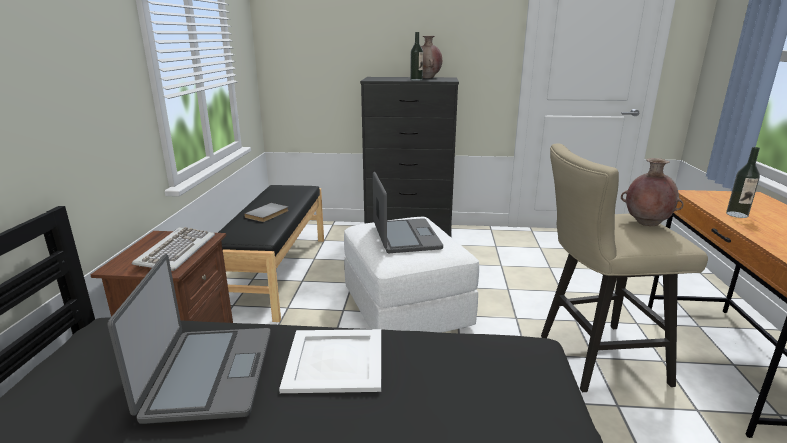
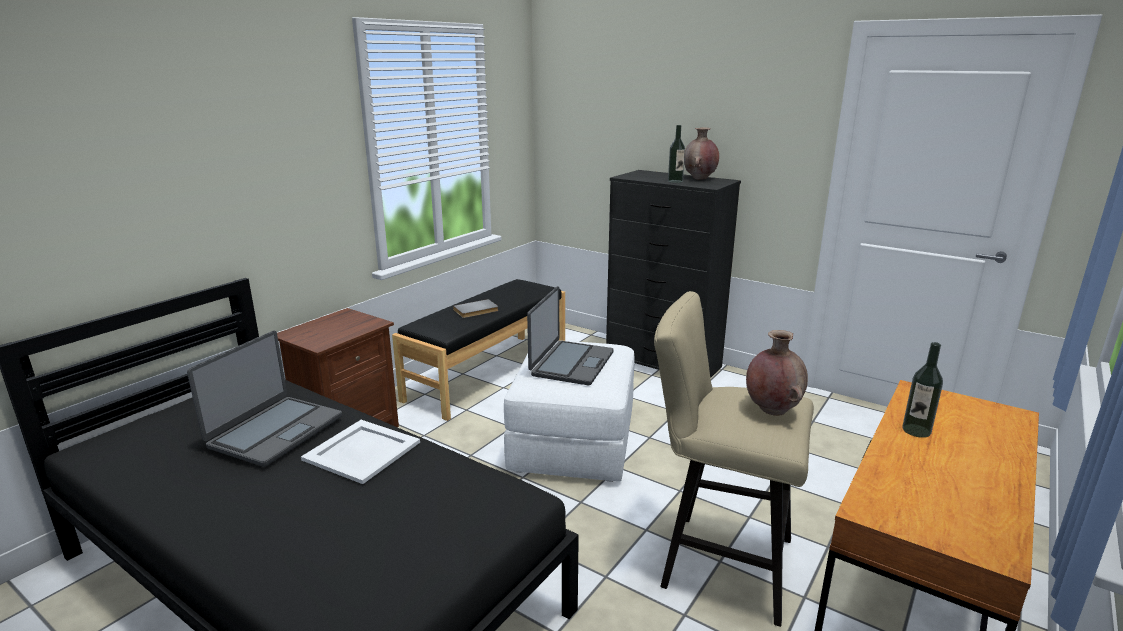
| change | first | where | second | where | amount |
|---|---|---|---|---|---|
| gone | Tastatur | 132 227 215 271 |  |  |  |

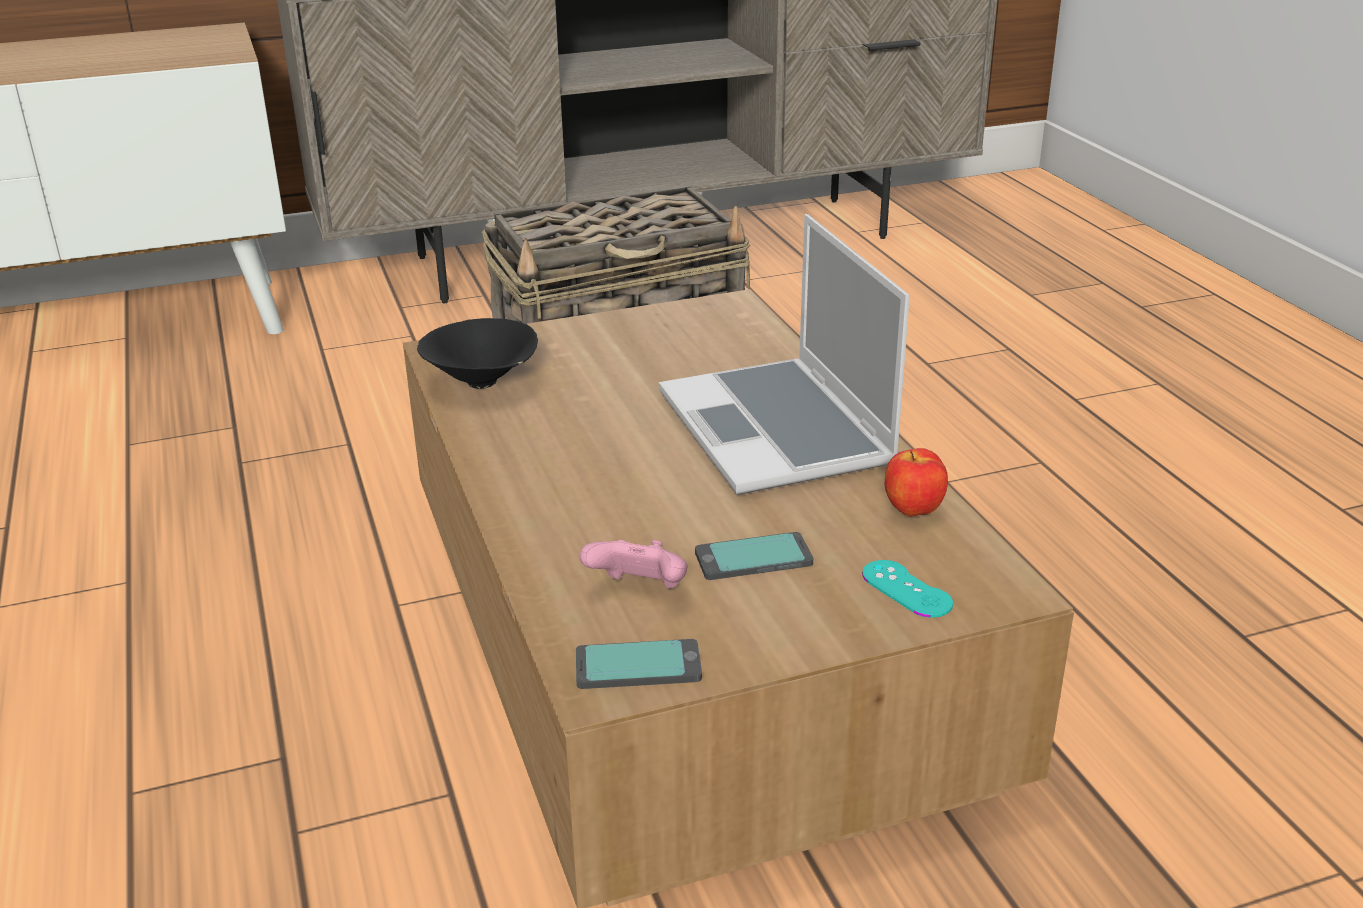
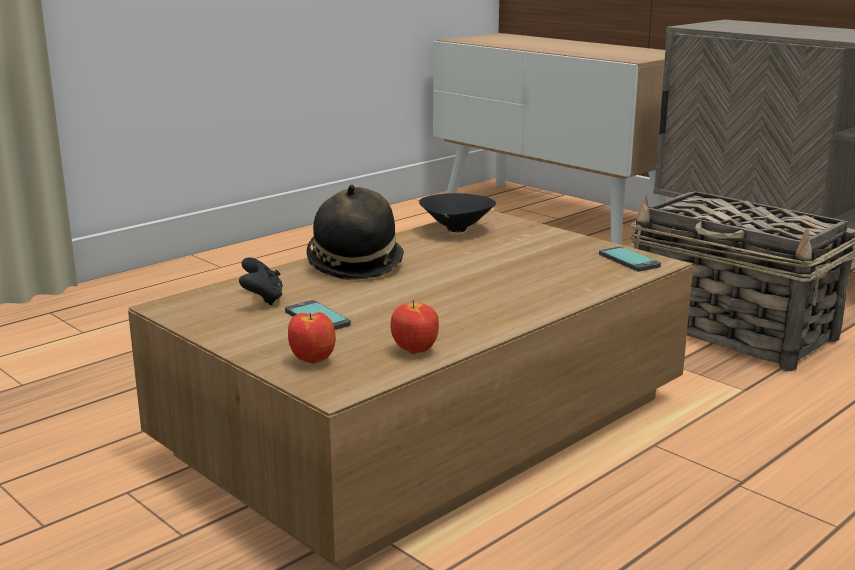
| change | first | where | second | where | amount |
|---|---|---|---|---|---|
| repainted | Gamepad (rosa) | 580 540 687 588 | Gamepad (schwarz) | 239 257 283 305 |  |
| swapped | Gamepad (türkis) | 862 560 953 618 | Apfel | 288 312 336 364 |  |
| new |  |  | Hut | 306 185 404 280 |  |
| shifted | Handy | 576 639 702 689 |  | 599 246 661 272 |  |
| gone | Laptop | 659 214 910 495 |  |  |  |

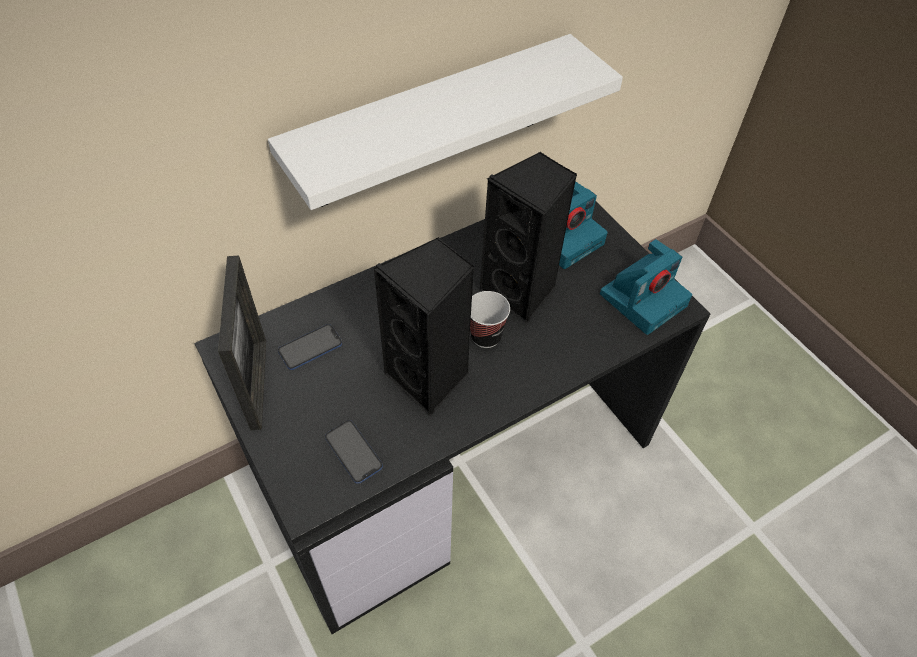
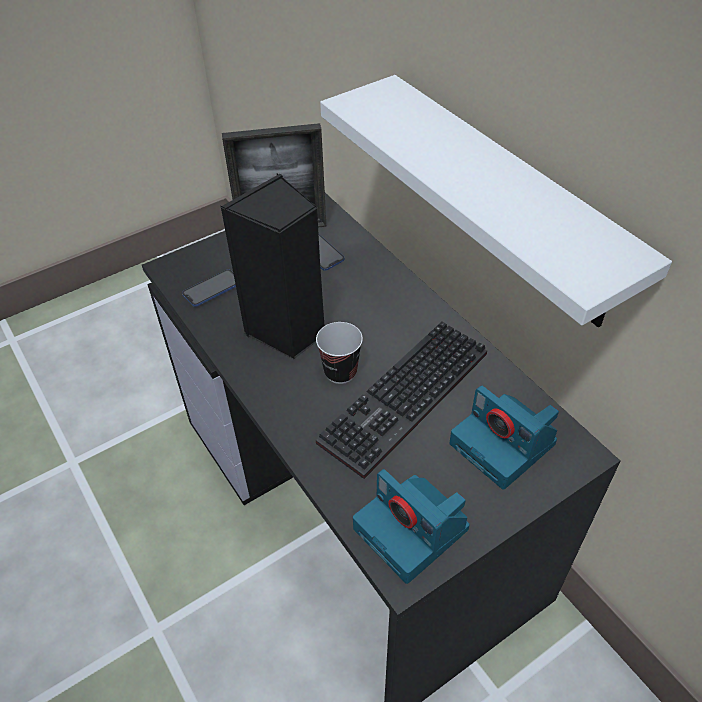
| change | first | where | second | where | amount |
|---|---|---|---|---|---|
| swapped | Lautsprecher (schwarz) | 479 152 577 324 | Tastatur | 316 322 487 479 |  |

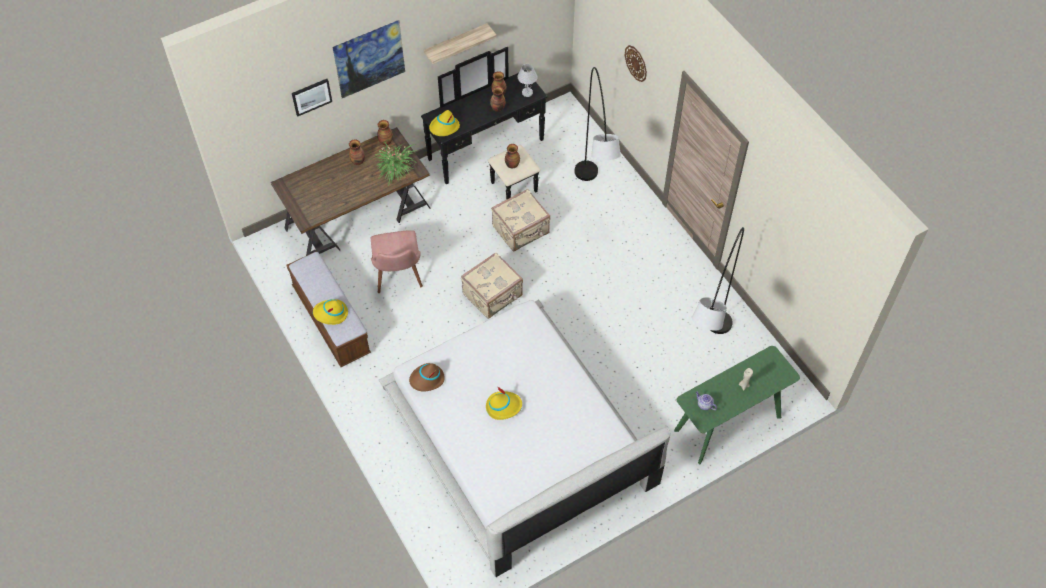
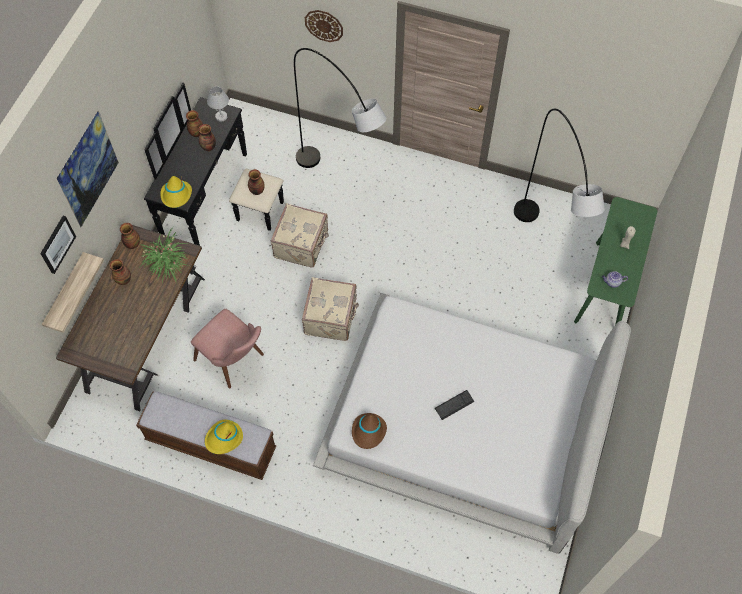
| change | first | where | second | where | amount |
|---|---|---|---|---|---|
| shifted | Wandregal | 424 23 497 64 |  | 42 252 104 333 |  |
| swapped | Hut (gelb) | 486 386 522 420 | Tastatur | 435 390 474 420 |  |

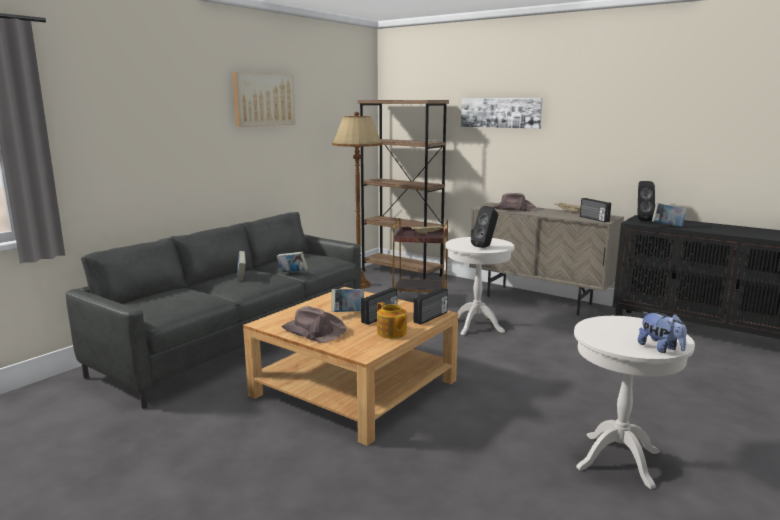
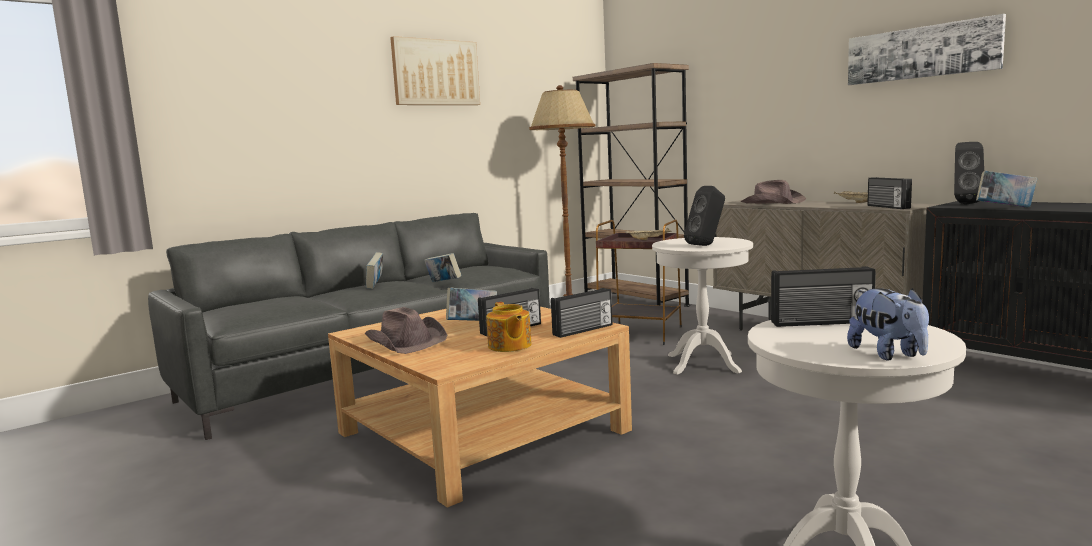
| change | first | where | second | where | amount |
|---|---|---|---|---|---|
| new |  |  | Radio | 771 266 876 327 |  |
| shifted | Bild | 461 98 543 129 |  | 848 14 1006 85 |  |

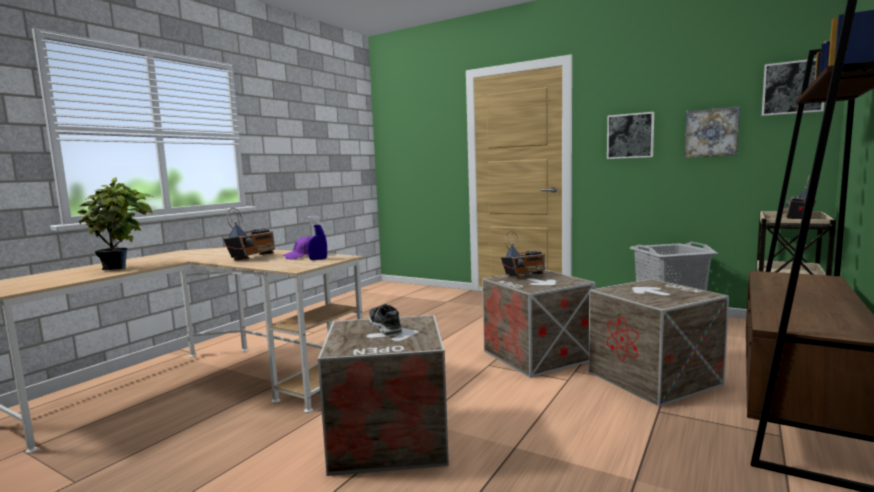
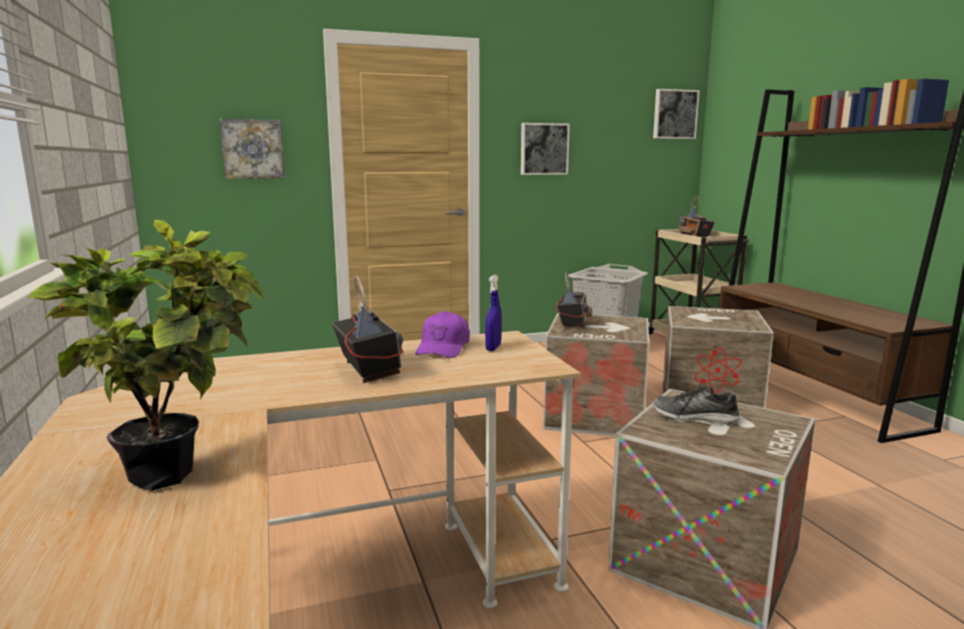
| change | first | where | second | where | amount |
|---|---|---|---|---|---|
| shifted | Bild | 684 106 740 158 |  | 219 119 285 179 |  |

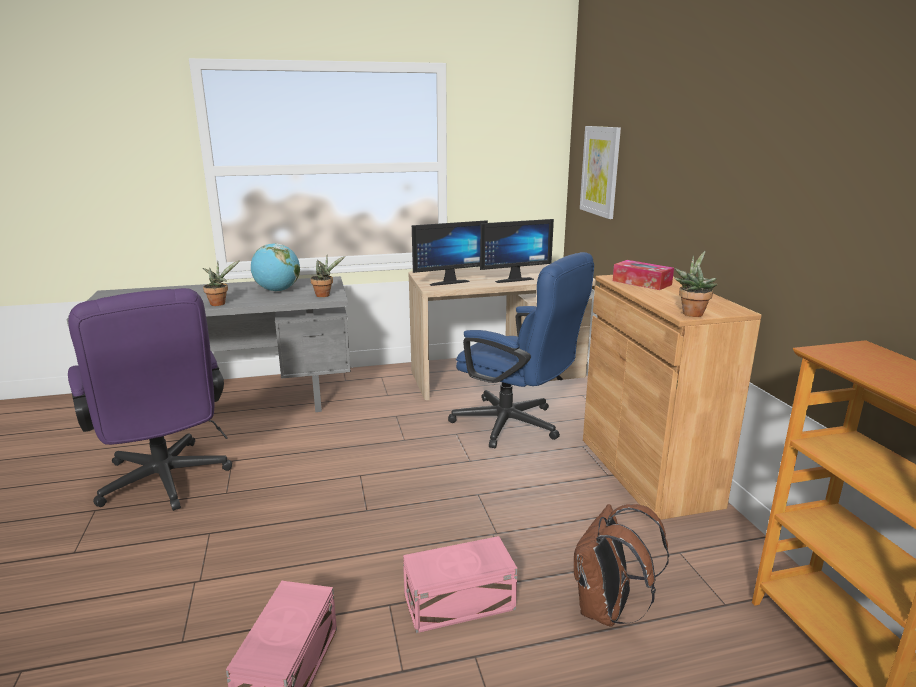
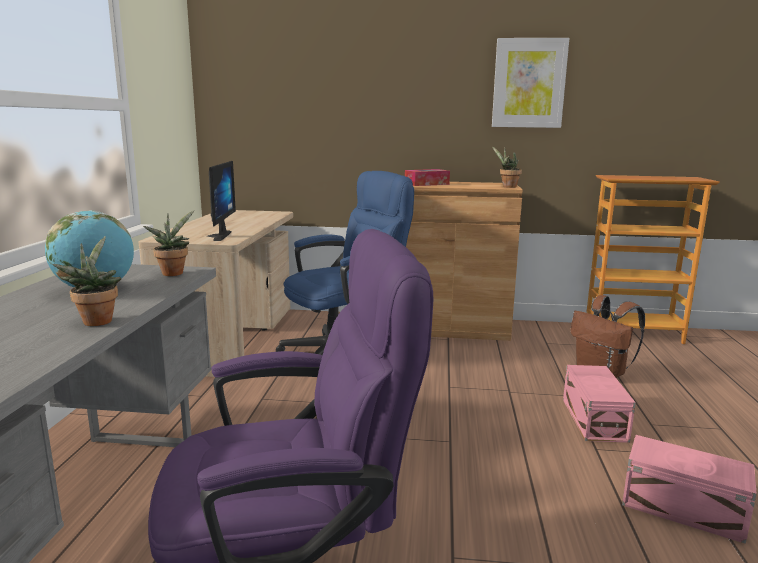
| change | first | where | second | where | amount |
|---|---|---|---|---|---|
| shifted | Bild | 580 126 621 219 |  | 492 38 569 128 |  |
| gone | Monitor | 480 219 554 283 |  |  |  |

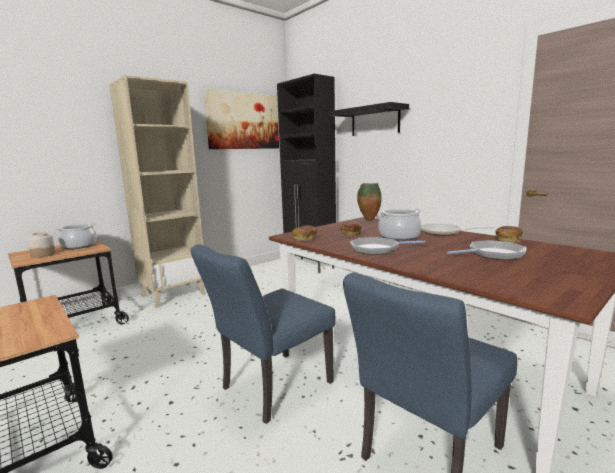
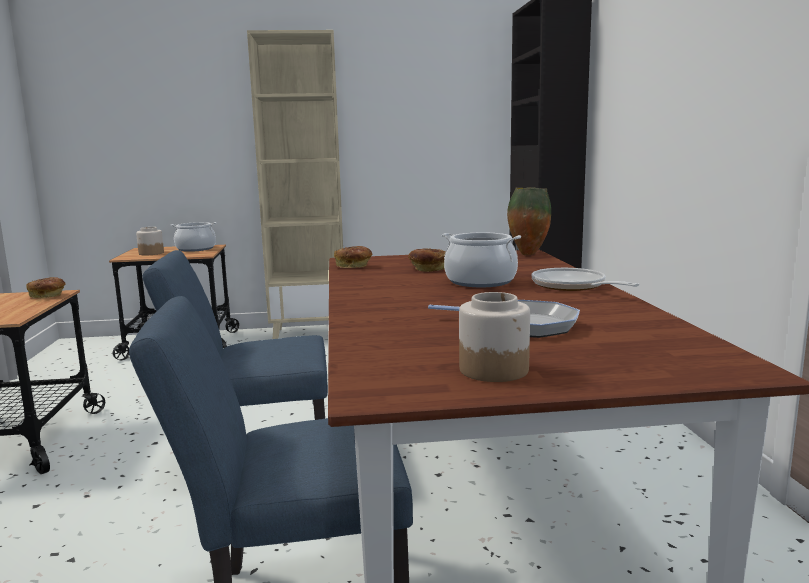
| change | first | where | second | where | amount |
|---|---|---|---|---|---|
| shifted | Brot | 495 226 522 242 |  | 26 277 66 298 |  |
| new |  |  | Vorratsglas | 459 292 530 382 |  |
| gone | Bild | 204 89 279 149 |  |  |  |
| gone | Wandregal (schwarz) | 328 102 409 136 |  |  |  |
| gone | Pfanne | 350 237 425 255 |  |  |  |

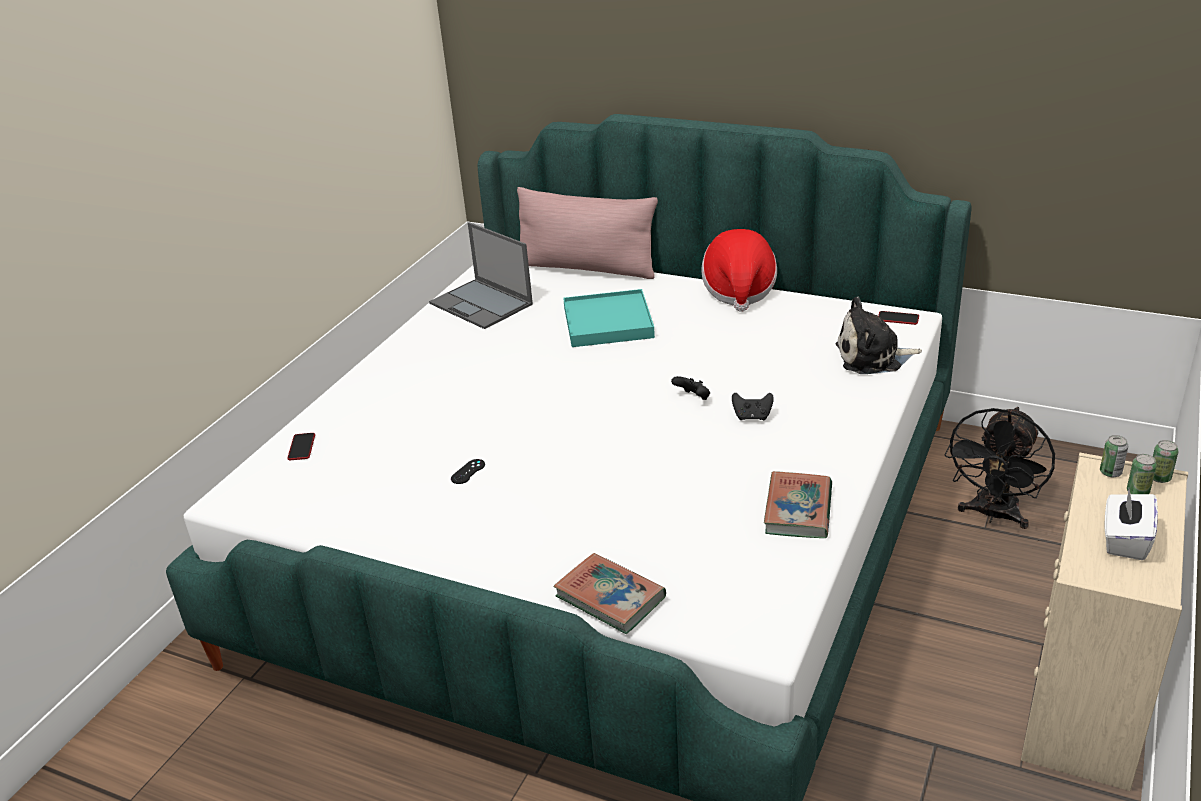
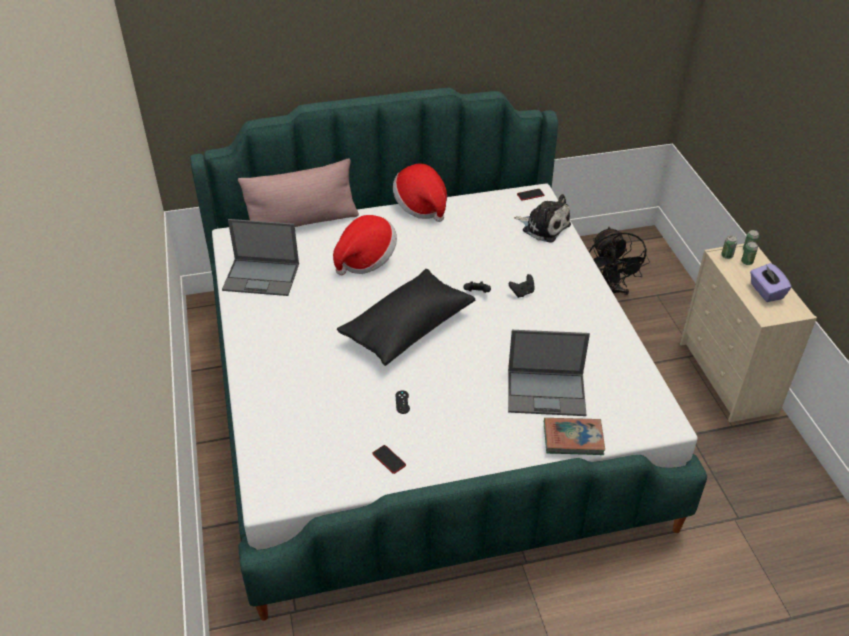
| change | first | where | second | where | amount |
|---|---|---|---|---|---|
| swapped | Tablett (türkis) | 563 289 655 347 | Hut | 333 215 397 275 |  |
| new |  |  | Kissen (schwarz) | 337 269 475 366 |  |
| shifted | Handy | 287 433 315 460 |  | 372 445 406 474 |  |
| new |  |  | Laptop | 508 330 590 416 |  |
| rotated | Plüschtier | 836 297 922 374 |  | 514 194 571 243 | 105 degrees counterclockwise |
| repainted | Taschentuchbox (weiß) | 1105 489 1158 560 | Taschentuchbox (lila) | 750 263 792 302 |  |
| gone | Buch | 764 471 832 538 |  |  |  |

